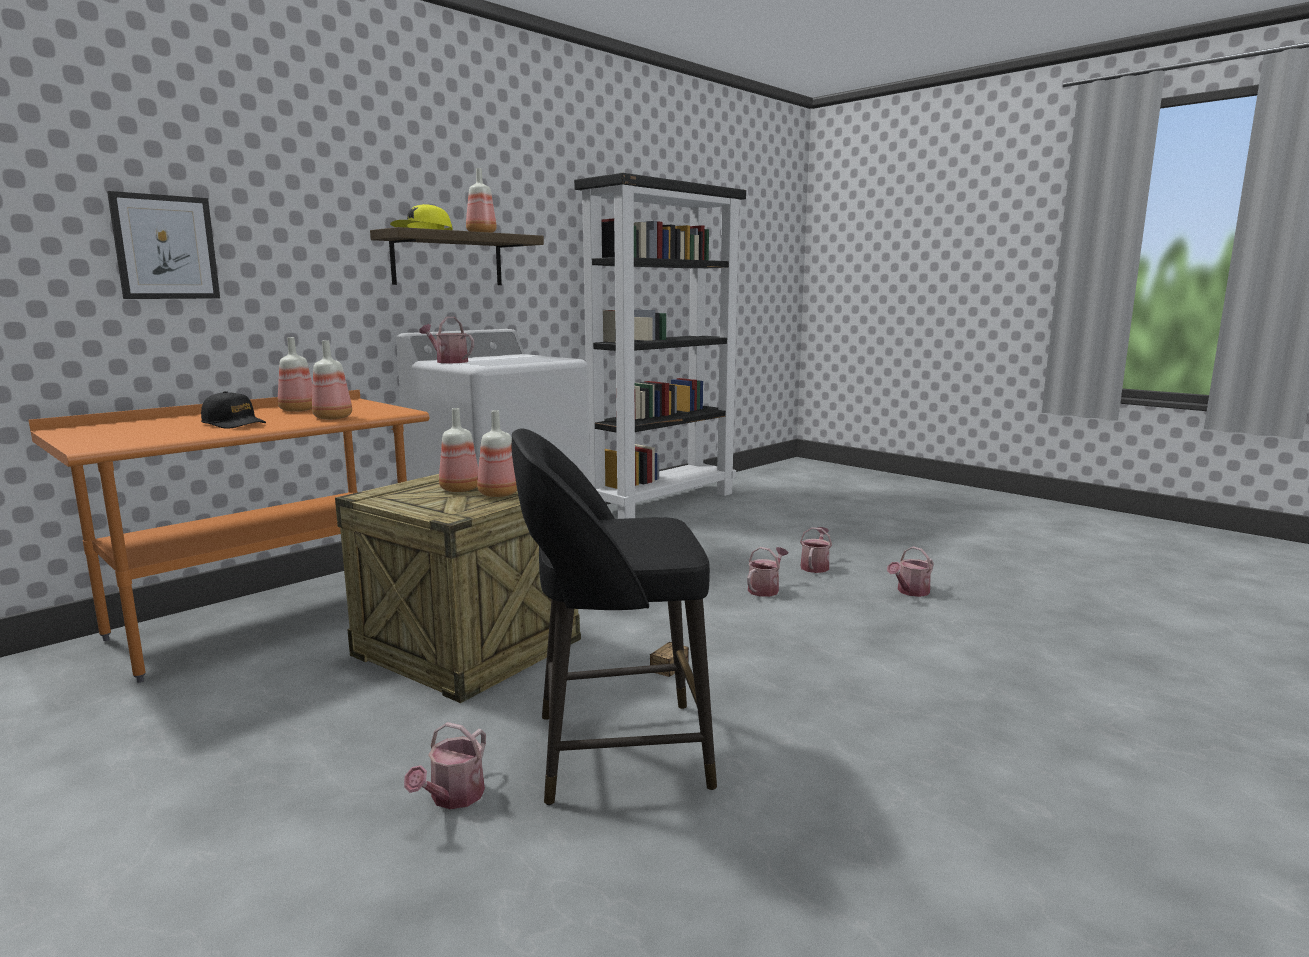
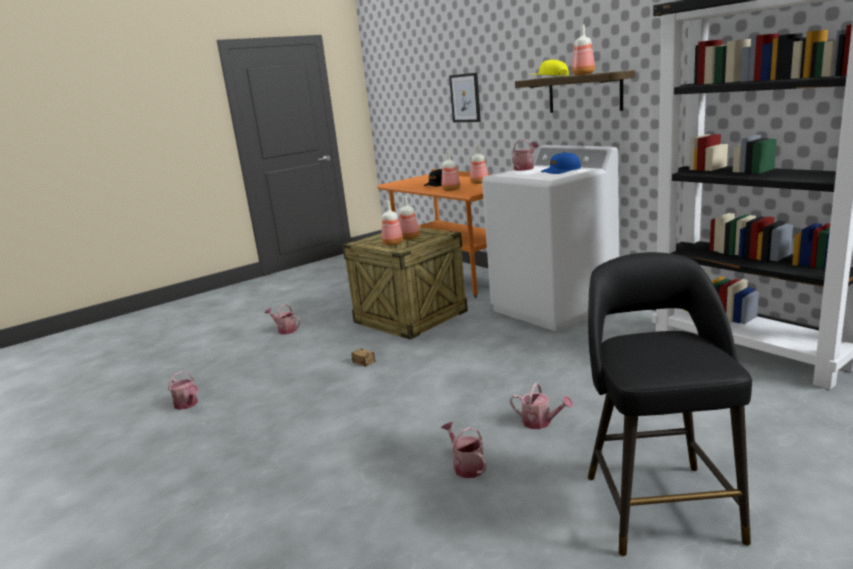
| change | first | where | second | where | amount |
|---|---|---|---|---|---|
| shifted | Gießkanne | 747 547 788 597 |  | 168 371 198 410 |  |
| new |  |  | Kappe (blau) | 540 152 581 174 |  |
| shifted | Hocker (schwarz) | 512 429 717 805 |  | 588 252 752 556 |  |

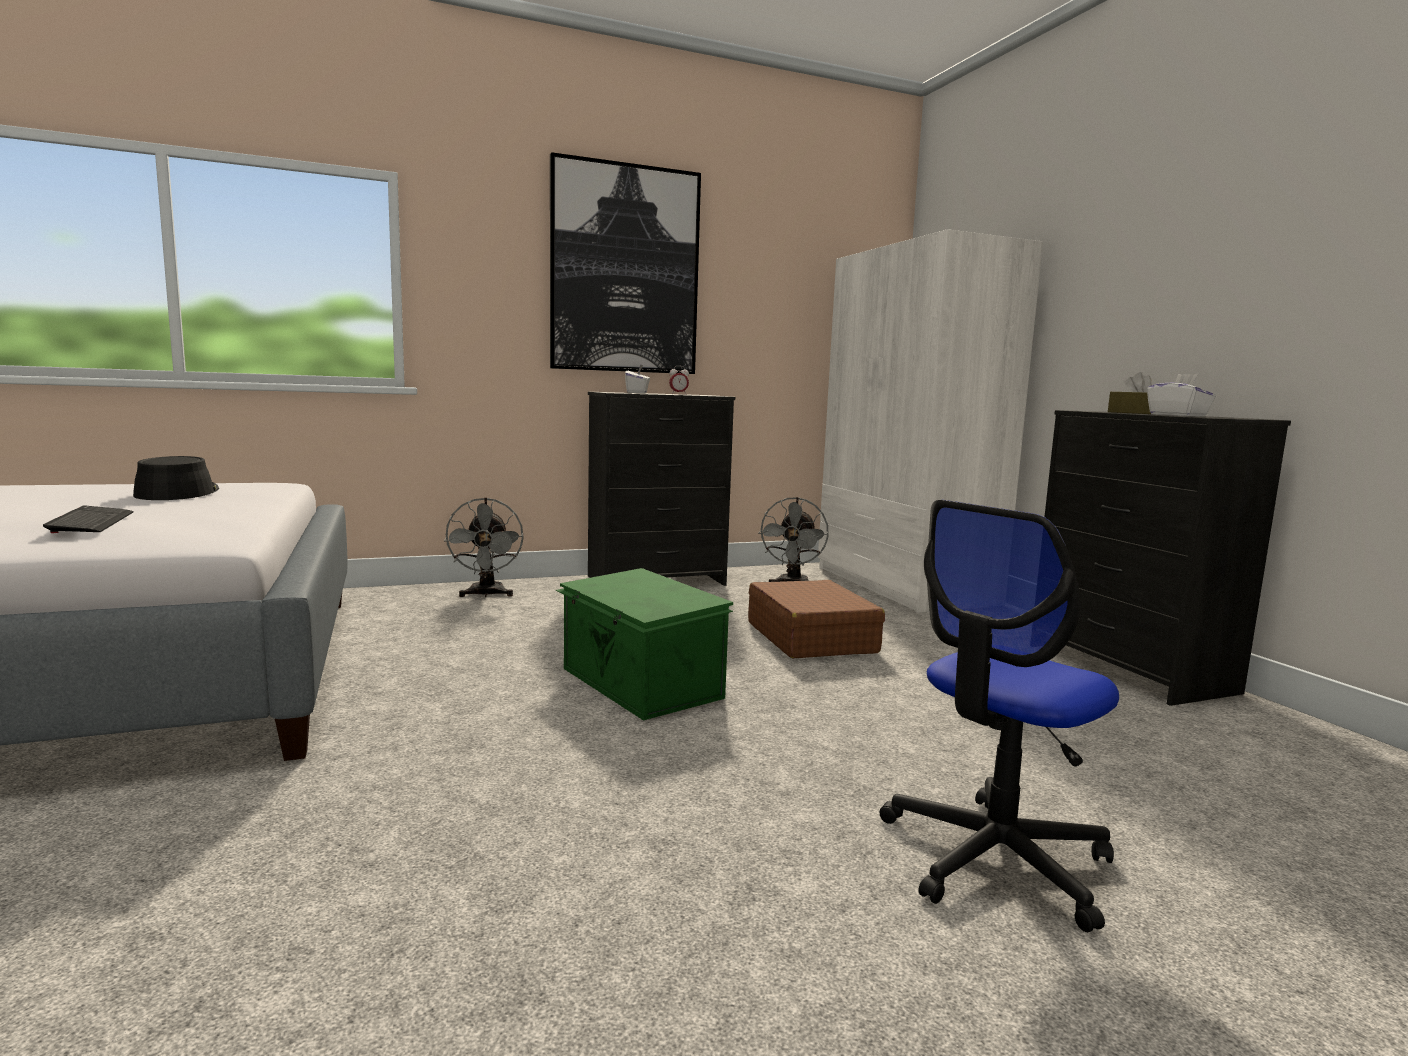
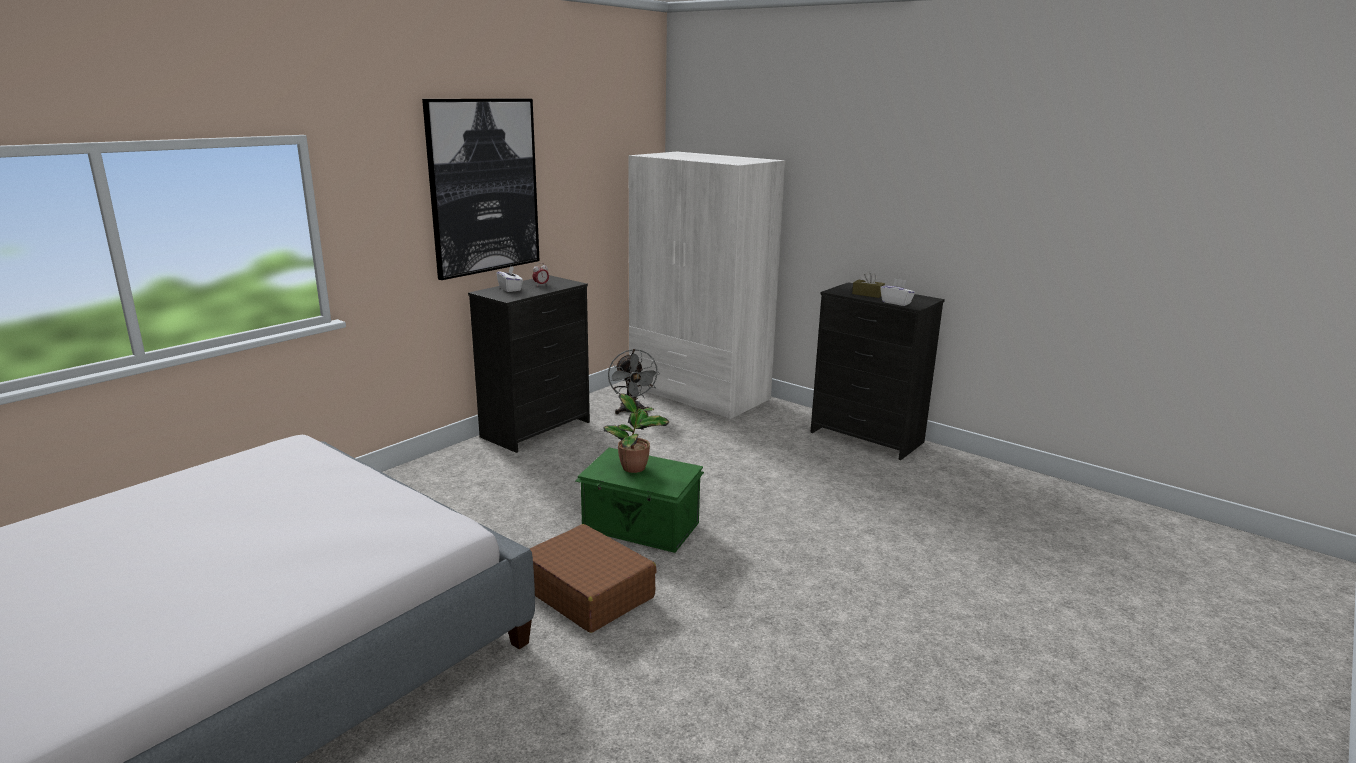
| change | first | where | second | where | amount |
|---|---|---|---|---|---|
| shifted | Koffer (braun) | 748 580 885 658 |  | 529 524 657 633 |  |
| new |  |  | Topfpflanze | 604 393 669 473 |  |
| gone | Tastatur | 43 506 133 533 |  |  |  |
| gone | Hut (schwarz) | 133 456 219 500 |  |  |  |
| gone | Ventilator (grau) | 444 498 524 597 |  |  |  |
| gone | Bürostuhl | 880 500 1119 932 |  |  |  |

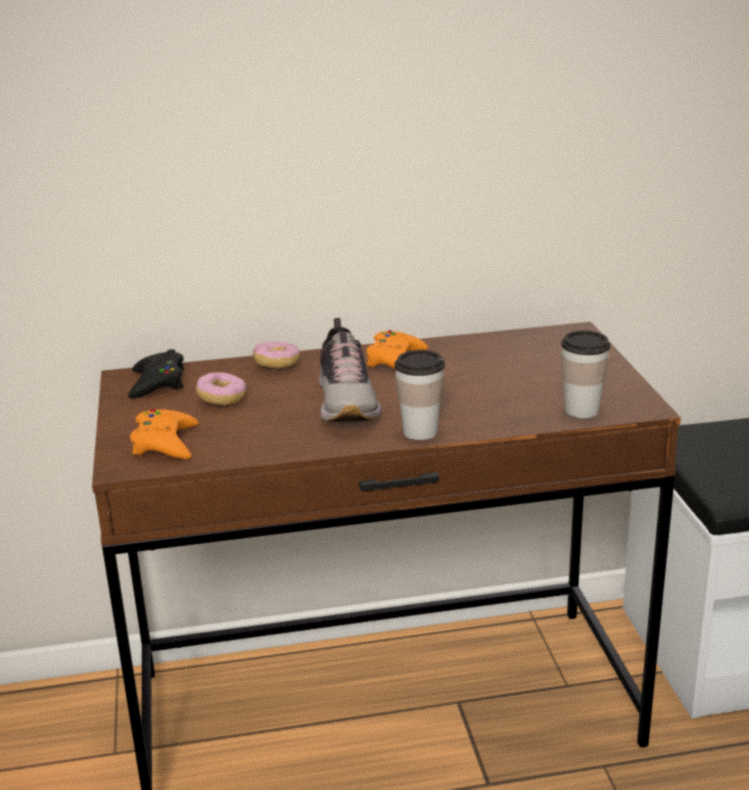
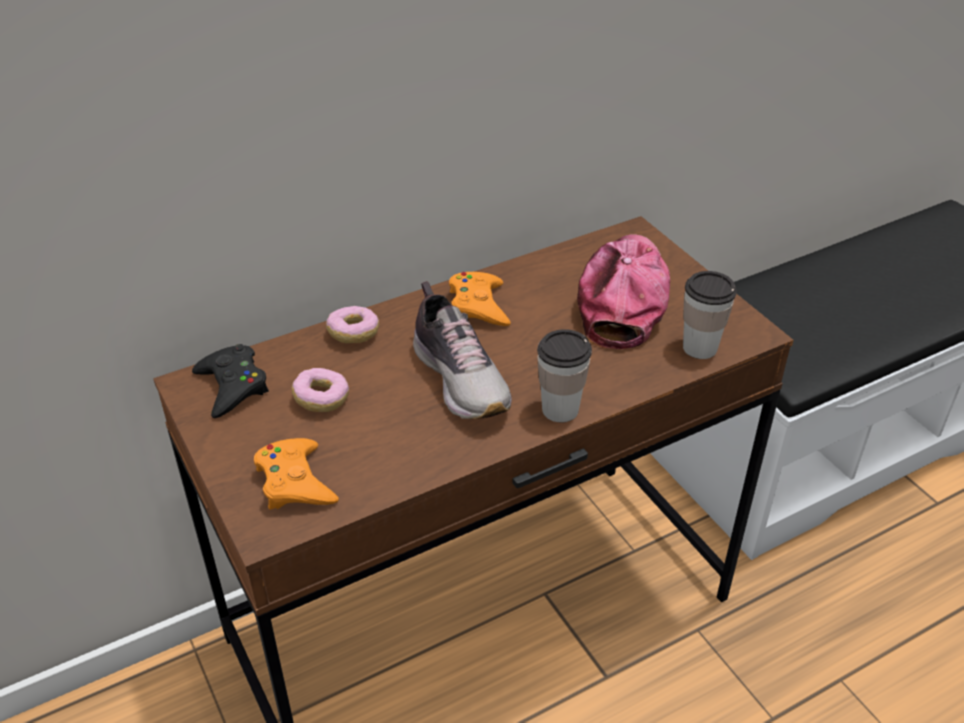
| change | first | where | second | where | amount |
|---|---|---|---|---|---|
| new |  |  | Kappe | 577 234 670 349 |  |

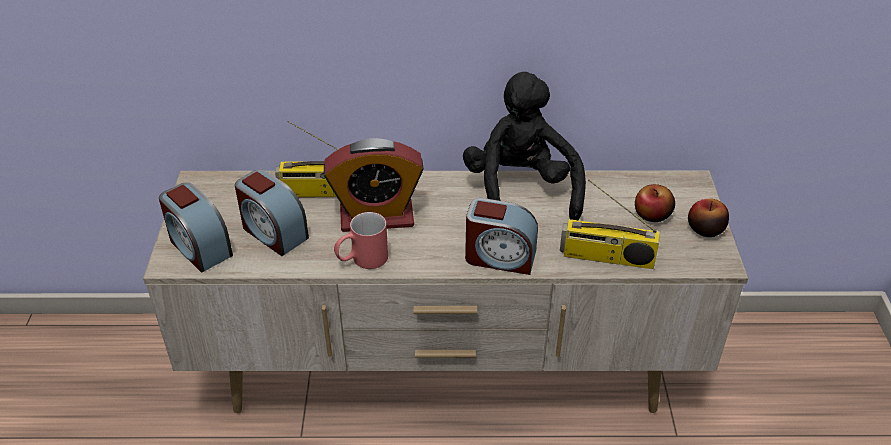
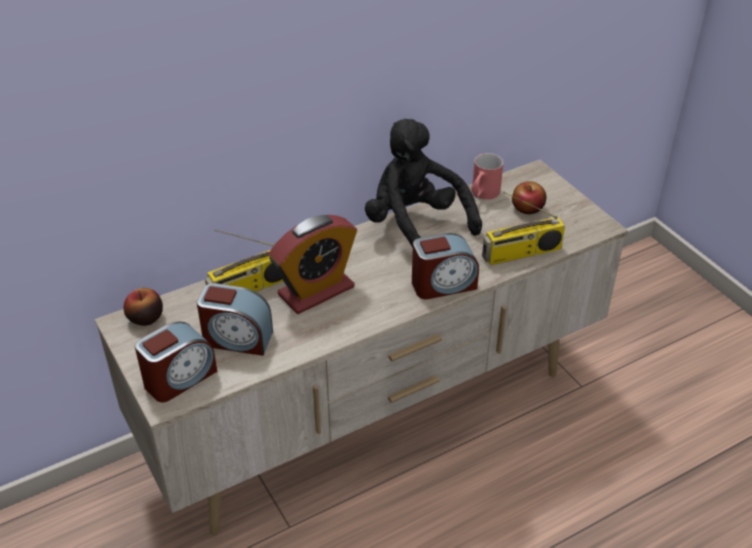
| change | first | where | second | where | amount |
|---|---|---|---|---|---|
| shifted | Apfel | 688 198 729 237 |  | 124 288 163 326 |  |
| rotated | Wecker | 159 182 233 273 |  | 135 321 217 402 | 60 degrees counterclockwise |
| shifted | Henkelbecher (rot) | 334 212 388 269 |  | 471 153 503 200 |  |

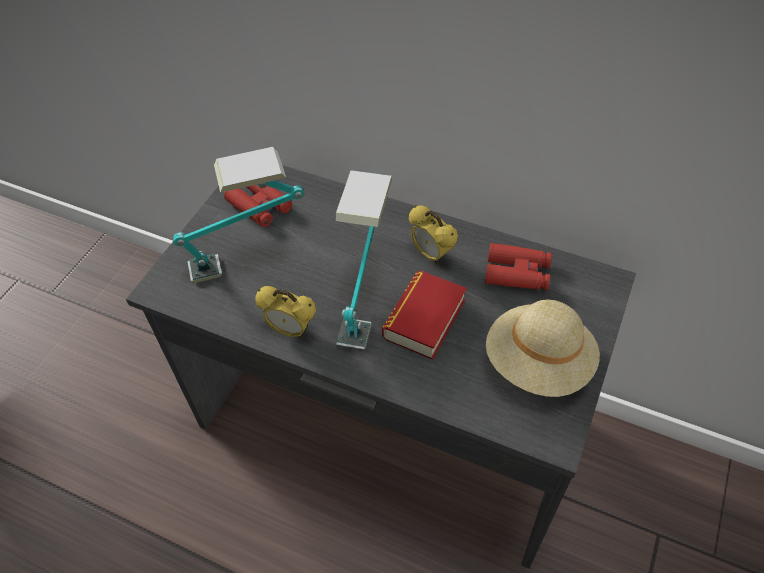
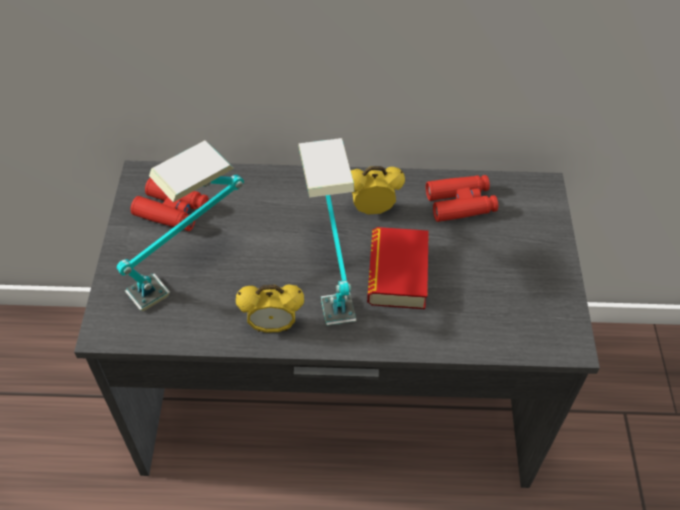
| change | first | where | second | where | amount |
|---|---|---|---|---|---|
| rotated | Wecker | 409 205 458 264 |  | 351 166 405 214 | 150 degrees clockwise |
| gone | Hut (beige) | 486 299 600 397 |  |  |  |

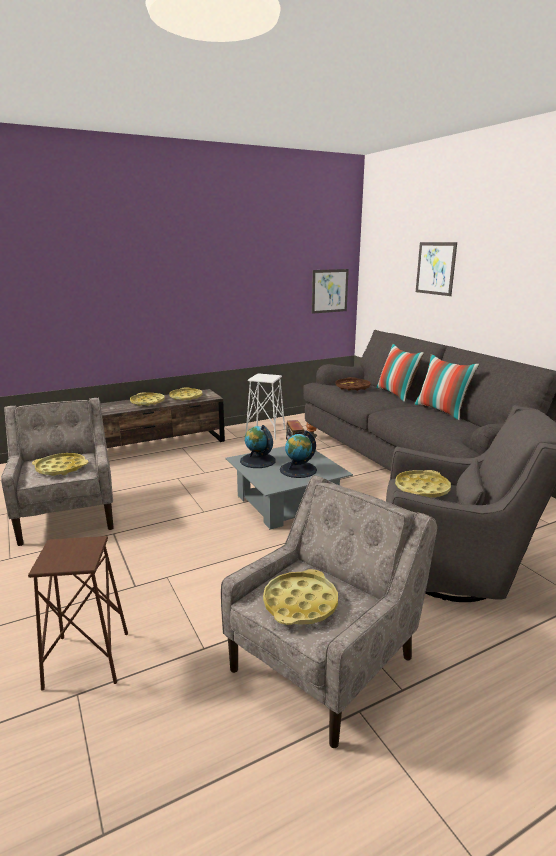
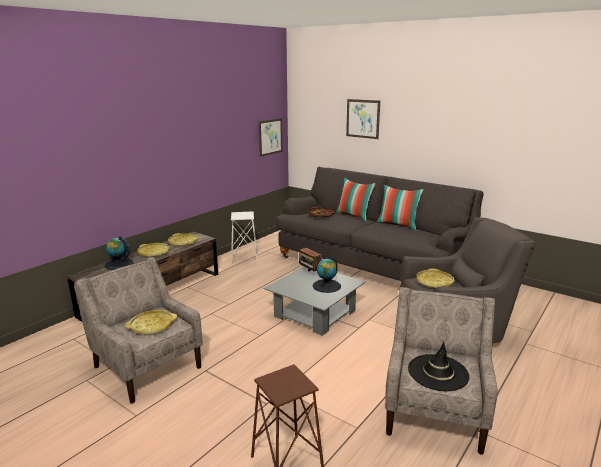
| change | first | where | second | where | amount |
|---|---|---|---|---|---|
| shifted | Globus | 240 425 276 468 |  | 105 236 134 270 |  |
| swapped | Tablett (gelb) | 263 569 338 625 | Hut (schwarz) | 408 342 470 391 |  |

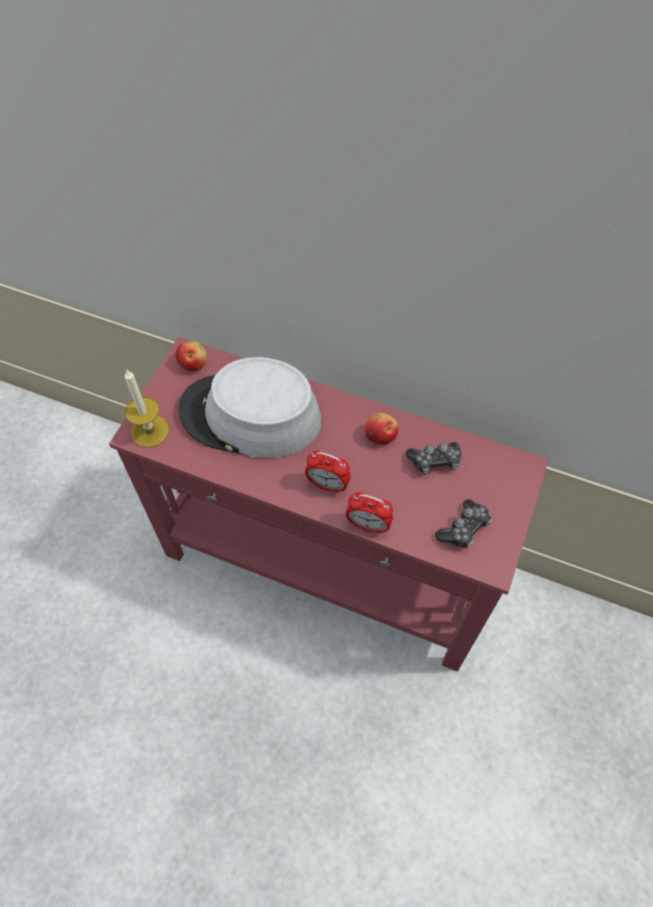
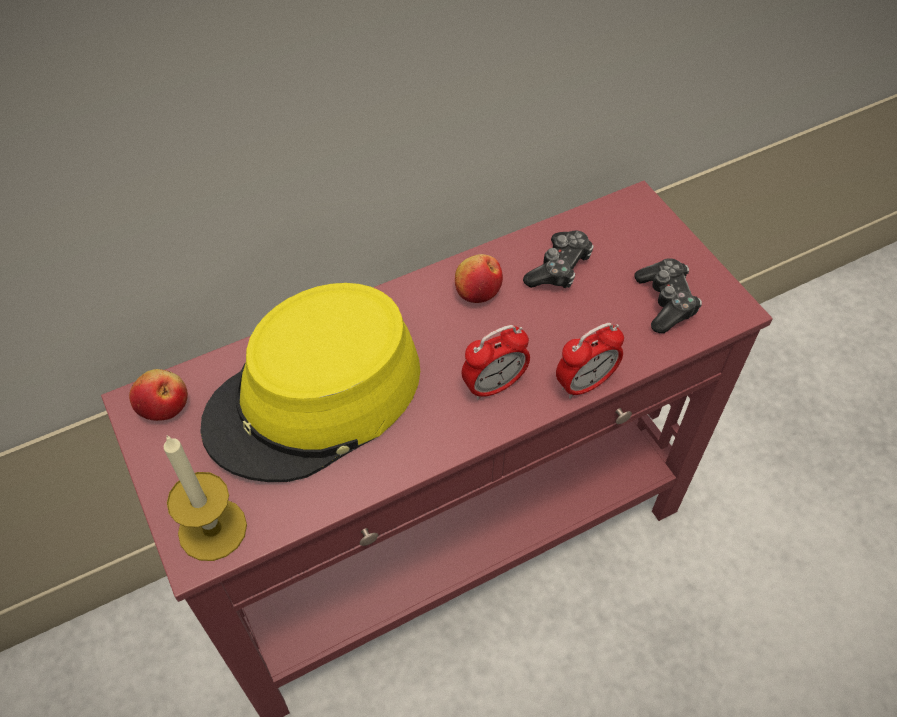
| change | first | where | second | where | amount |
|---|---|---|---|---|---|
| repainted | Hut (grau) | 178 357 322 458 | Hut (gelb) | 200 283 420 482 |  |

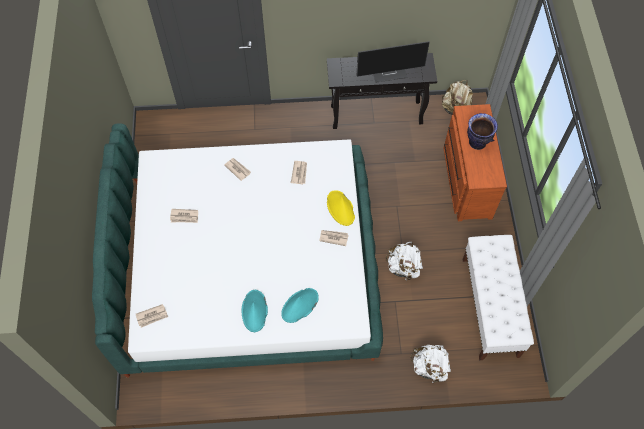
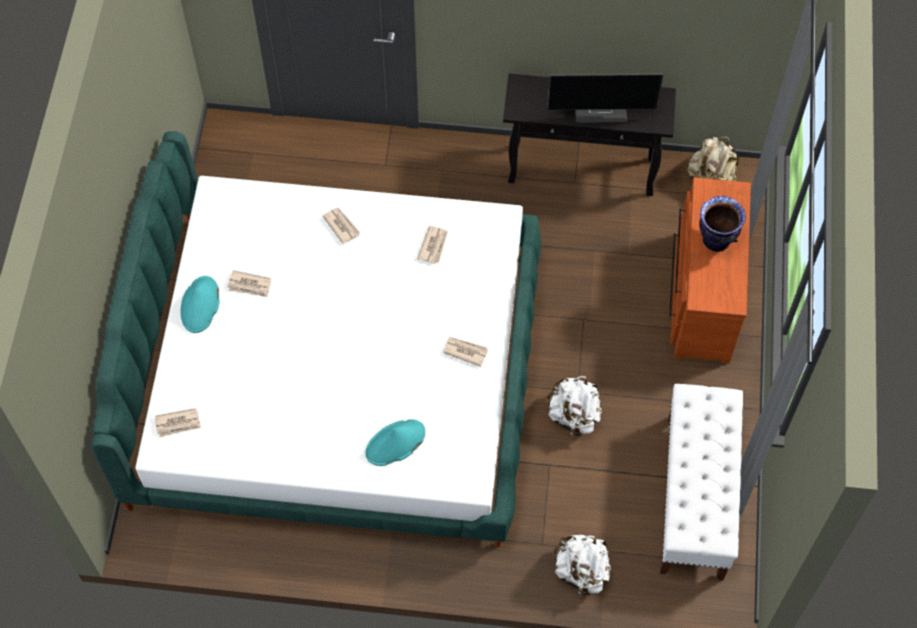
| change | first | where | second | where | amount |
|---|---|---|---|---|---|
| shifted | Hut (türkis) | 241 290 268 332 |  | 180 276 220 333 |  |
| gone | Hut (gelb) | 327 190 355 226 |  |  |  |

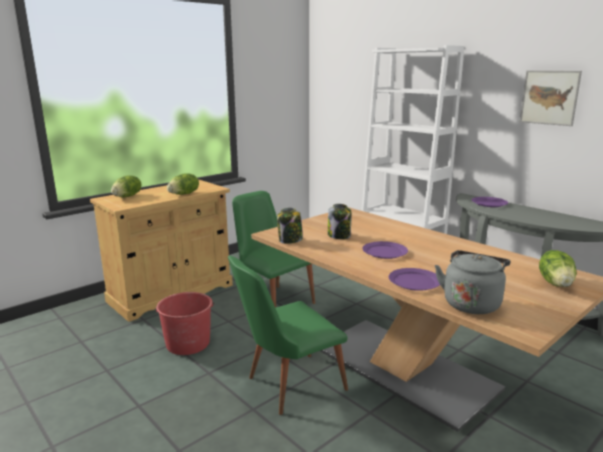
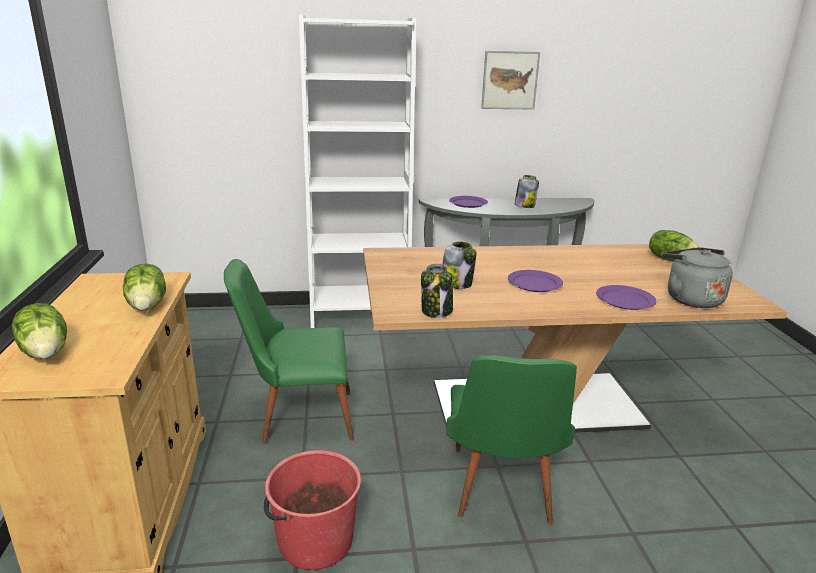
| change | first | where | second | where | amount |
|---|---|---|---|---|---|
| new |  |  | Vorratsglas | 515 175 539 208 |  |

